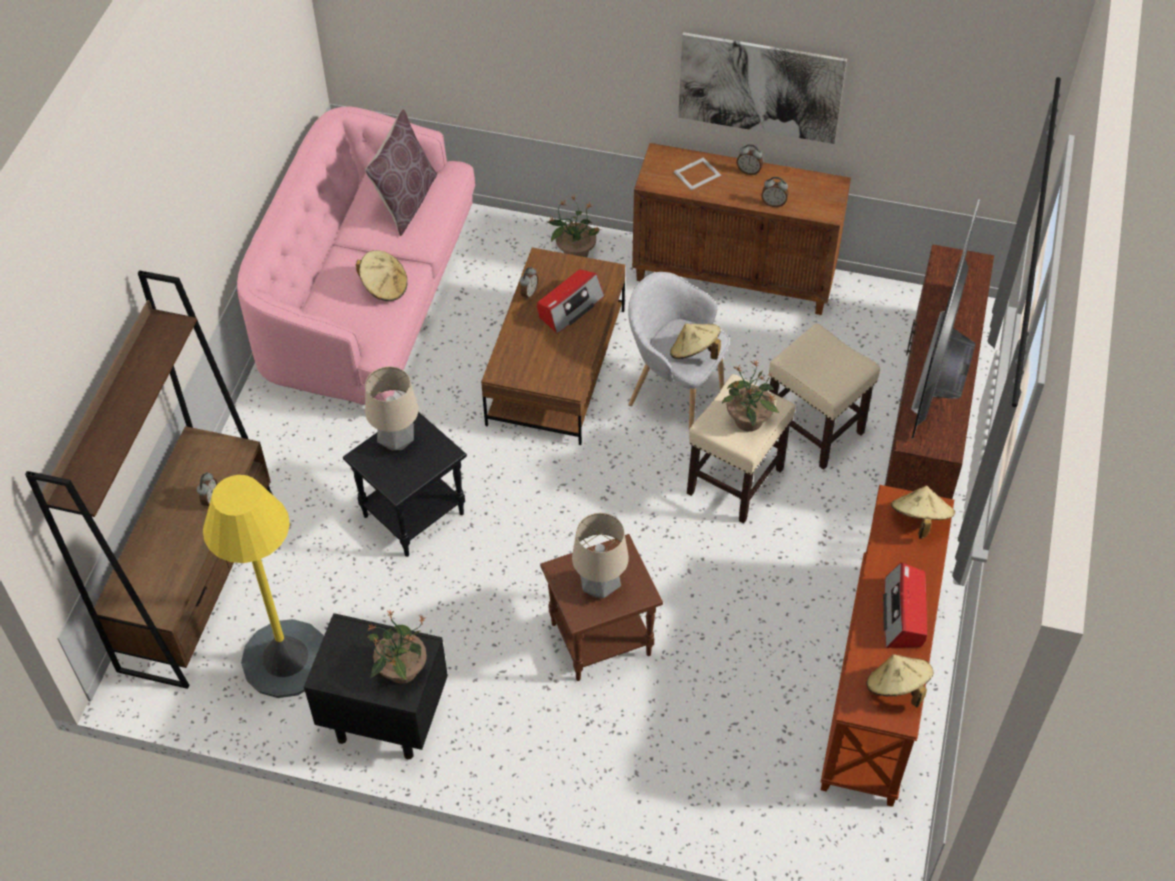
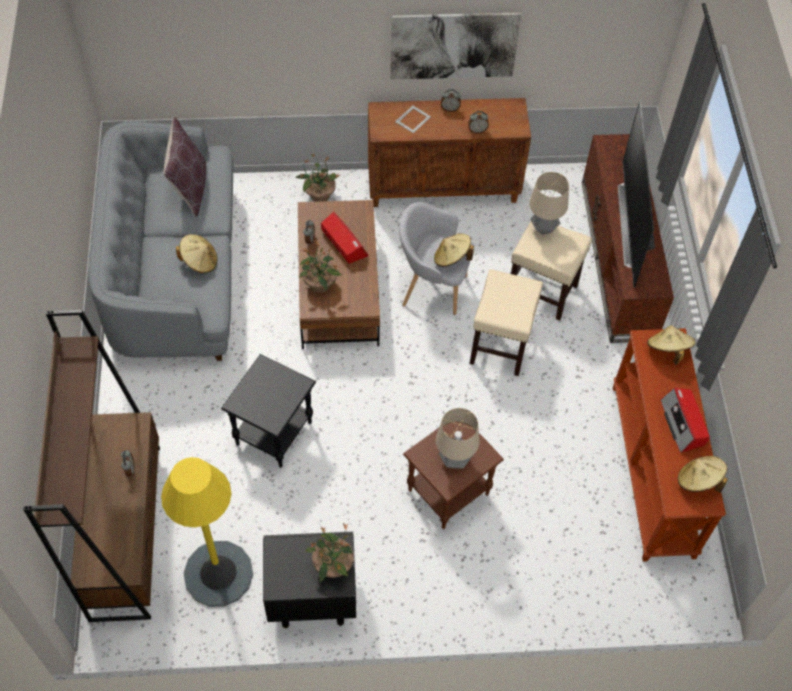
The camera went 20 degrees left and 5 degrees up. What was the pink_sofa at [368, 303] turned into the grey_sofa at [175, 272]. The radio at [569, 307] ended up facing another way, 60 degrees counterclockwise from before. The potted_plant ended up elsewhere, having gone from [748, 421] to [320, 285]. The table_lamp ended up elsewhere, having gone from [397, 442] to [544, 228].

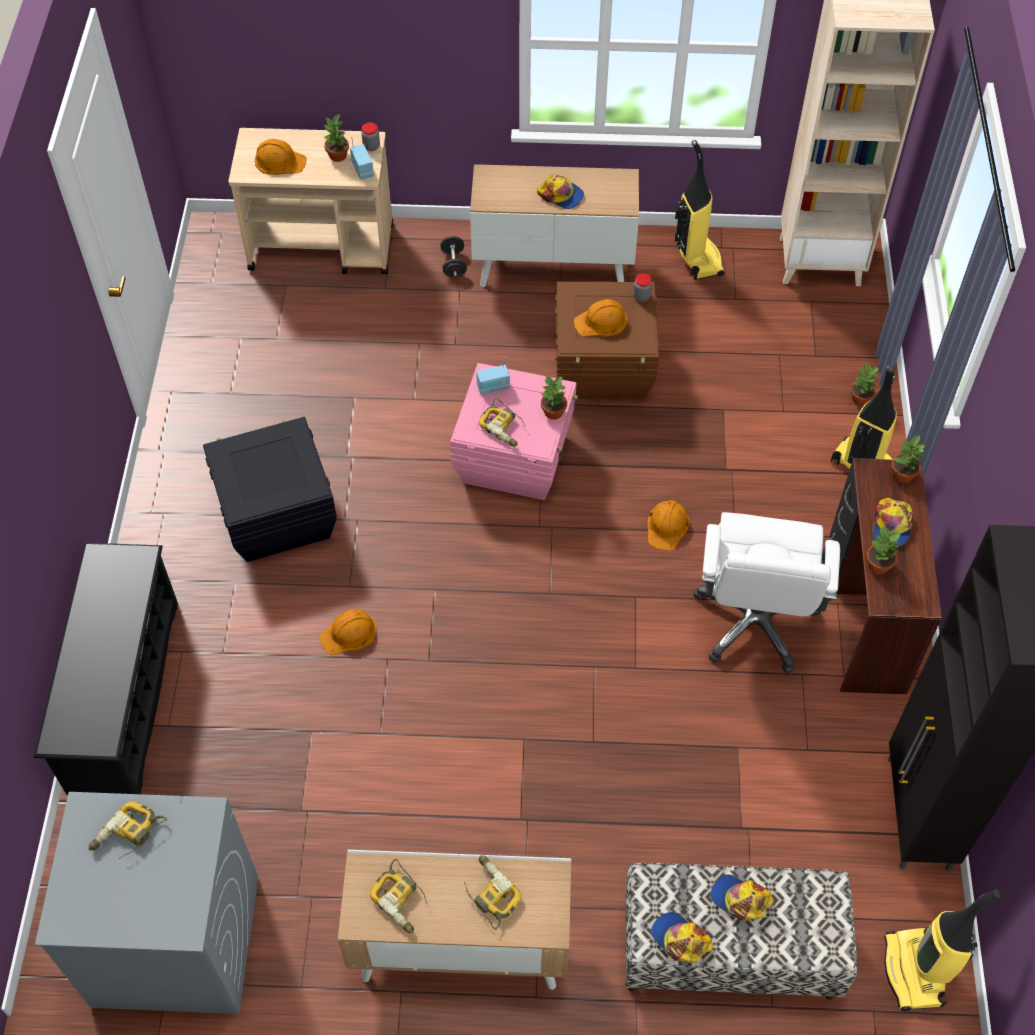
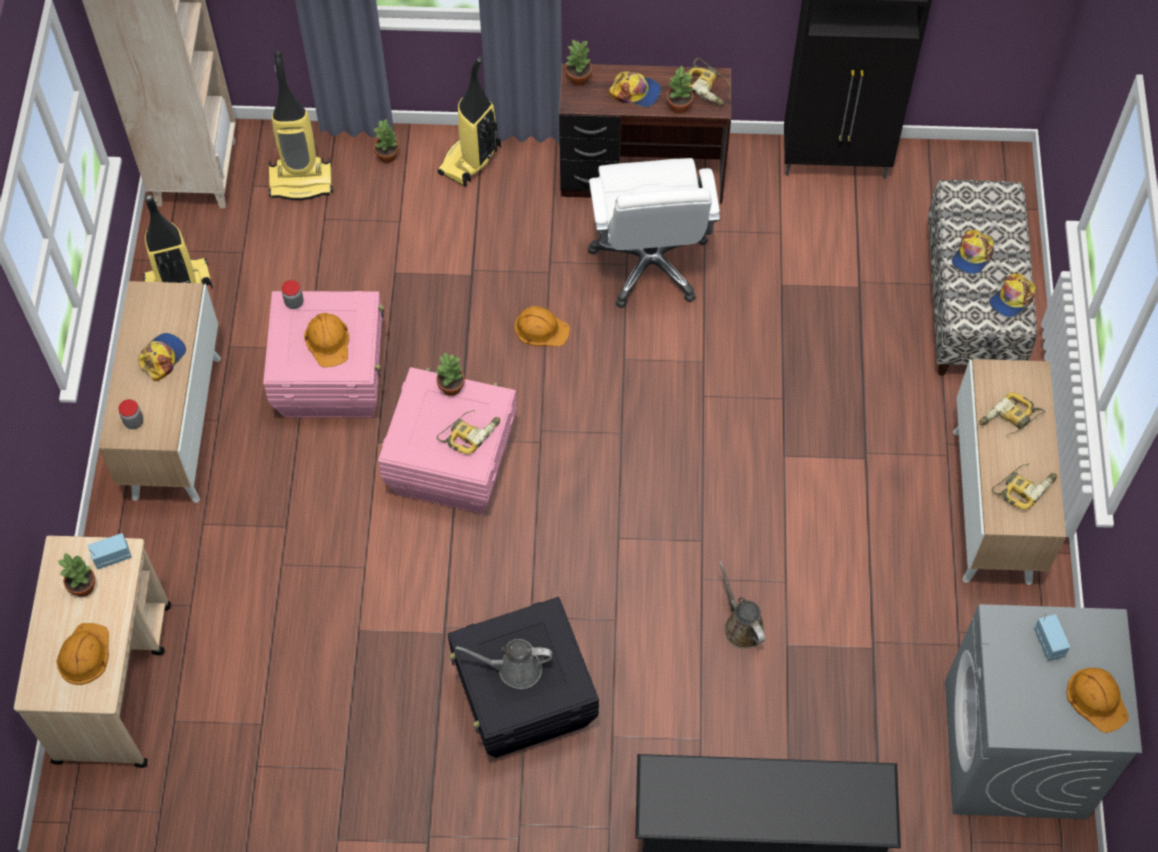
The camera went 90 degrees left and 5 degrees up. The jar ended up elsewhere, having gone from [371, 146] to [134, 422]. The second view lost the black_dumbbell at [453, 265]. What was the brown_storage_box at [604, 368] turned into the pink_storage_box at [332, 378]. The radio ended up elsewhere, having gone from [493, 387] to [1049, 643]. The white_office_chair at [755, 622] ended up facing another way, 75 degrees clockwise from before. The orange_hard_hat ended up elsewhere, having gone from [349, 633] to [1097, 699]. The power_drill ended up elsewhere, having gone from [128, 836] to [708, 86]. The vacuum_cleaner ended up elsewhere, having gone from [915, 971] to [302, 181]. The second view gained the brown_watering_can at [741, 625]. The second view gained the grey_watering_can at [515, 669].

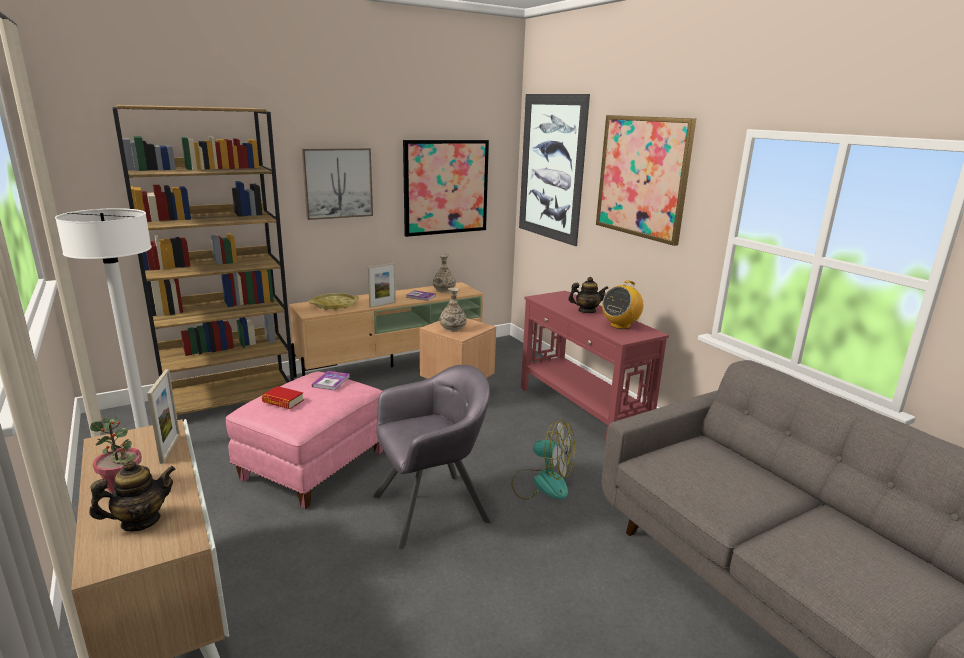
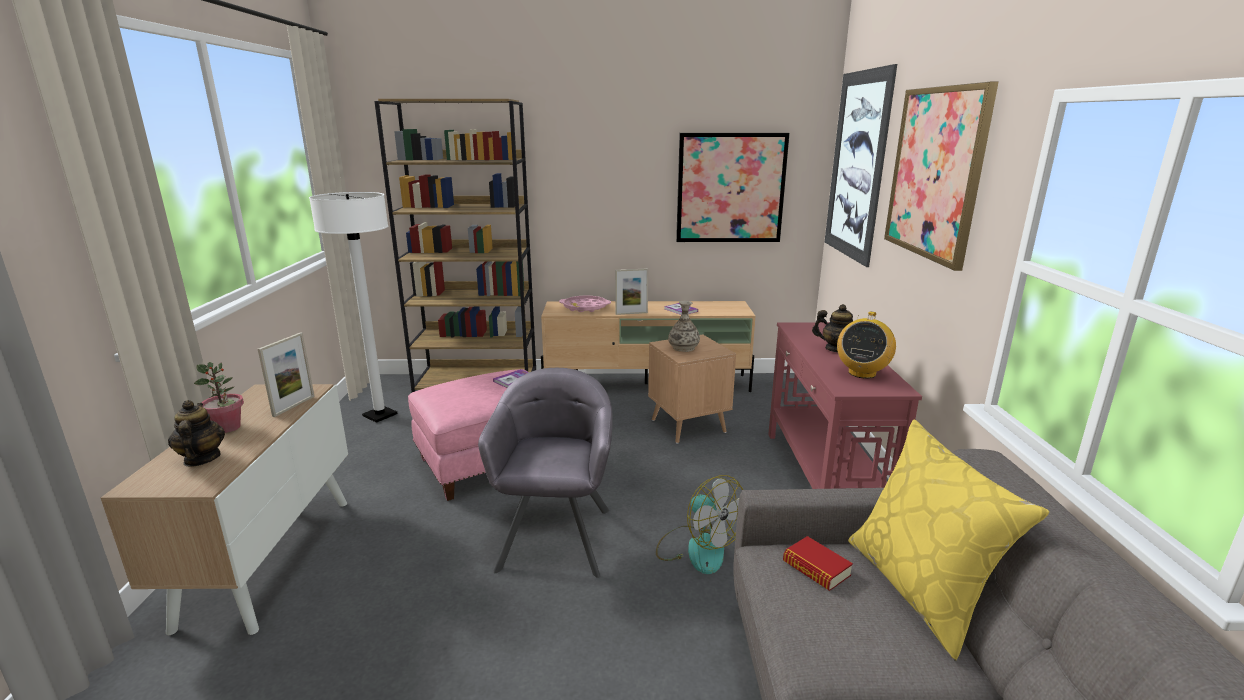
The camera went 30 degrees right and 0 degrees up. The second view lost the picture at [338, 183]. The second view lost the vase at [443, 290]. The radio at [620, 325] ended up facing another way, 45 degrees counterclockwise from before. What was the yellow_tray at [334, 305] turned into the pink_tray at [585, 307]. The grey_armchair at [432, 508] ended up facing another way, 90 degrees counterclockwise from before. The book ended up elsewhere, having gone from [283, 401] to [816, 568]. The teapot at [140, 521] ended up facing another way, 105 degrees counterclockwise from before. The second view gained the yellow_pillow at [919, 589].

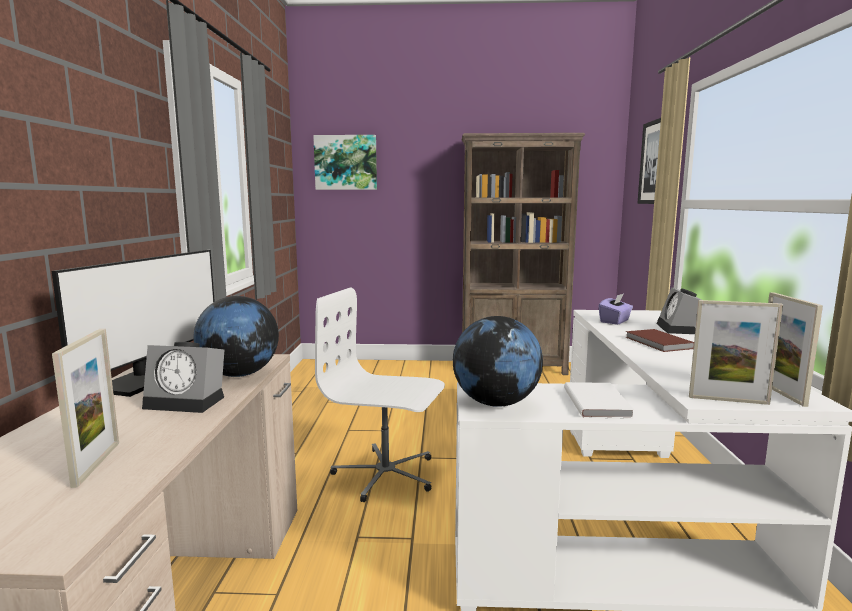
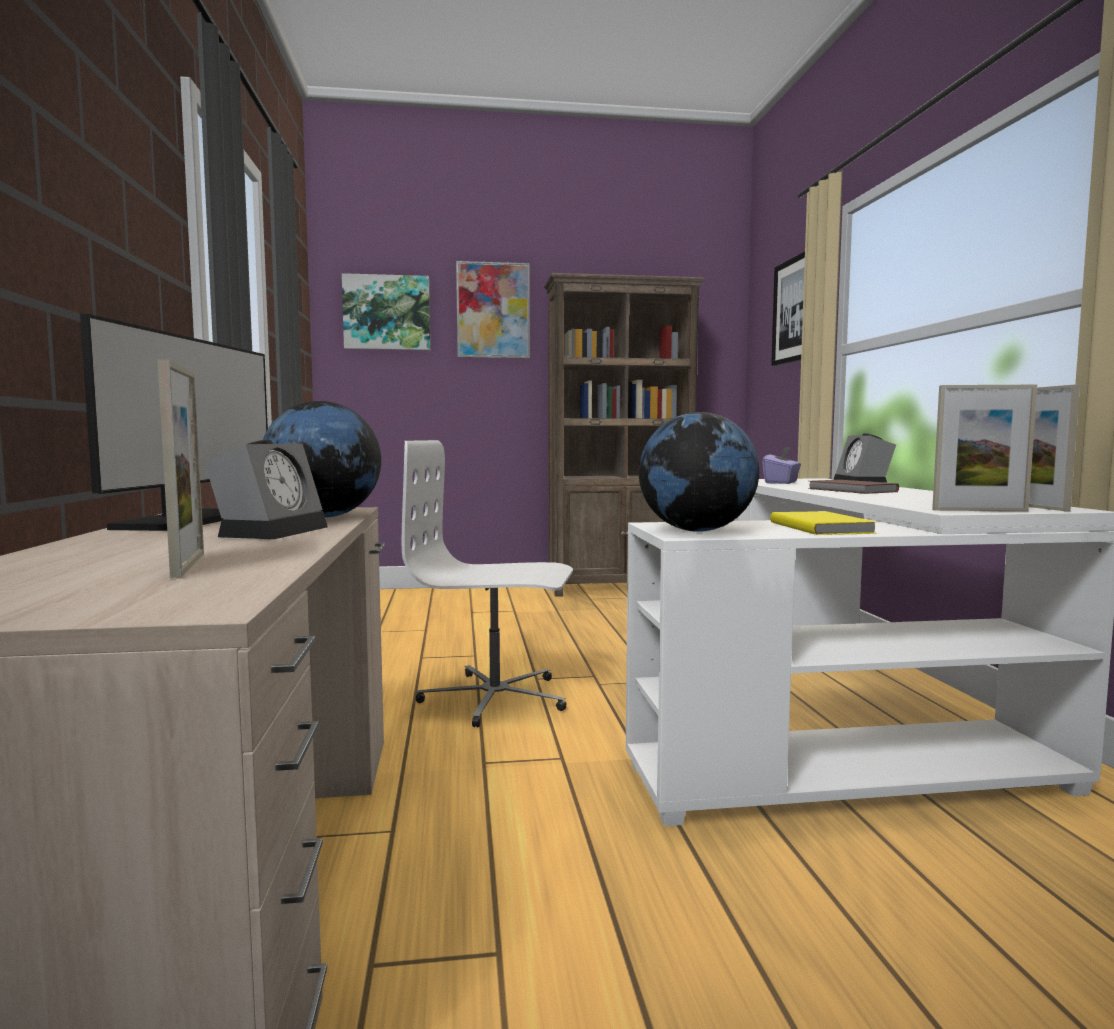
The camera went 10 degrees left and 5 degrees down. The alarm_clock at [188, 401] ended up facing another way, 75 degrees counterclockwise from before. What was the white_book at [598, 402] turned into the yellow_book at [822, 527]. The second view gained the picture at [493, 310].

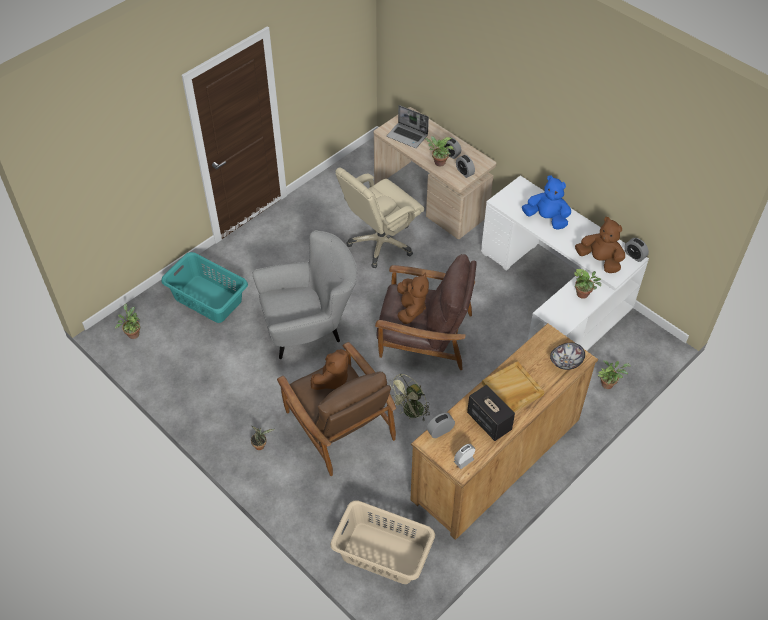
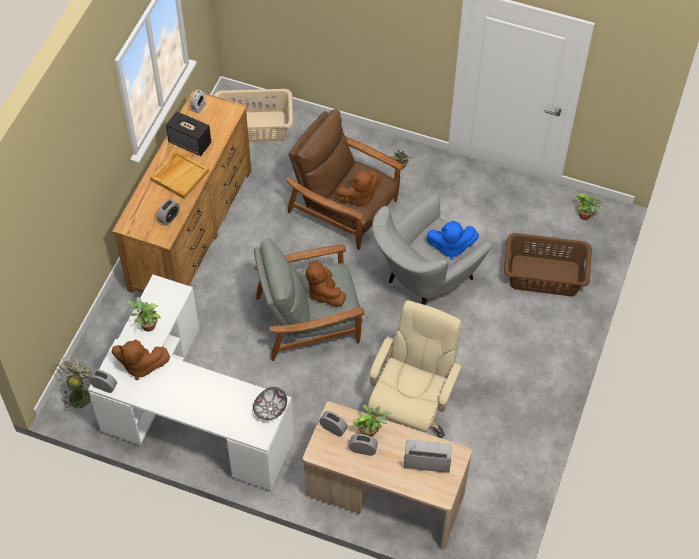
The camera went 155 degrees right and 5 degrees up. The blue_plush_toy ended up elsewhere, having gone from [546, 218] to [450, 247]. What was the turquoise_laundry_basket at [208, 298] turned into the brown_laundry_basket at [544, 276]. What was the brown_armchair at [424, 335] turned into the grey_armchair at [309, 319]. The bowl ended up elsewhere, having gone from [565, 361] to [270, 409]. The brown_plush_toy at [332, 379] ended up facing another way, 135 degrees counterclockwise from before. The second view lost the potted_plant at [608, 383]. The green_fan ended up elsewhere, having gone from [410, 413] to [81, 394]. The alarm_clock ended up elsewhere, having gone from [440, 431] to [169, 218].

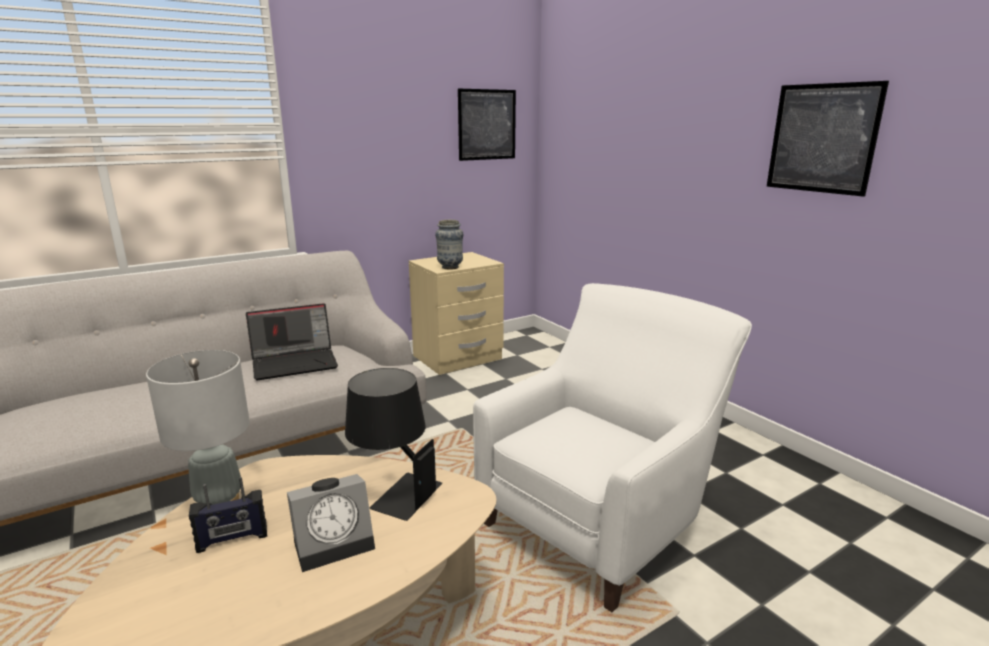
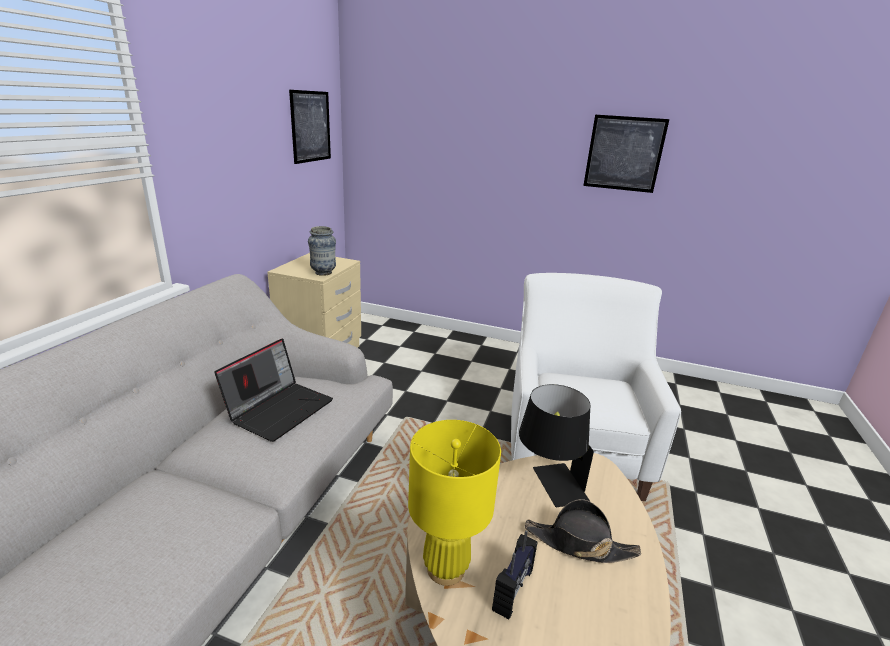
The camera went 40 degrees left and 5 degrees up. What was the grey_table_lamp at [219, 501] turned into the yellow_table_lamp at [445, 568]. Where the alarm_clock stood at [336, 542], the black_hat came to stand at [579, 544].

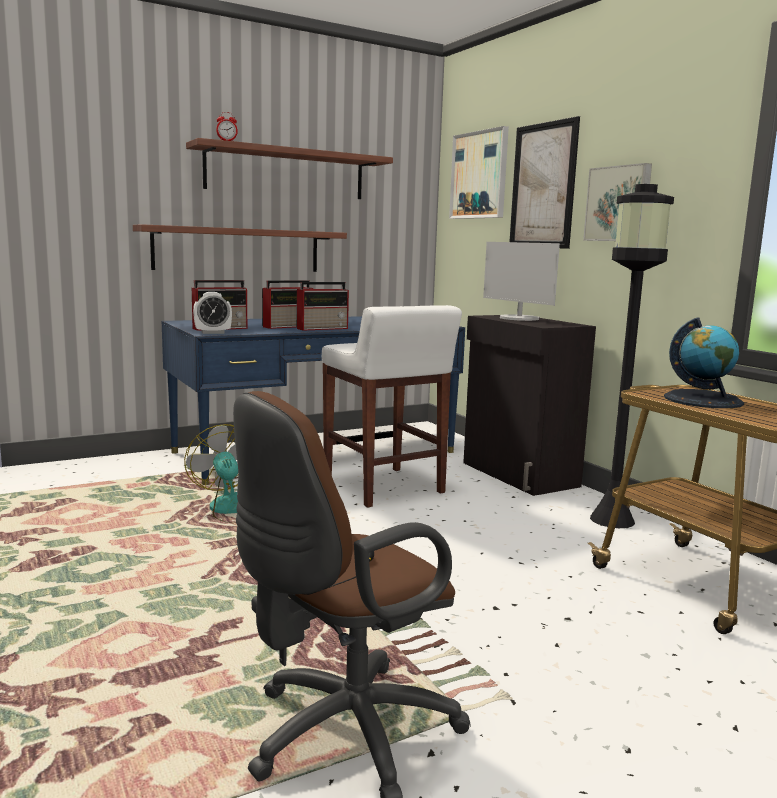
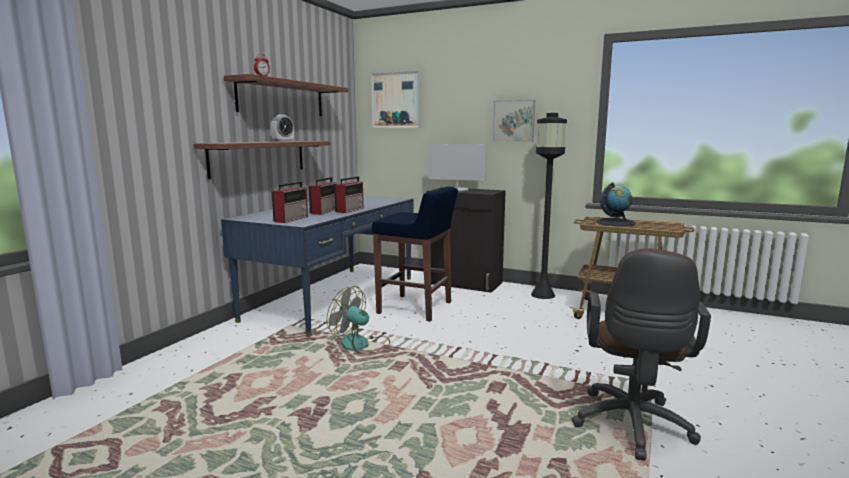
The camera went 35 degrees left and 0 degrees up. The second view lost the picture at [543, 186]. The alarm_clock ended up elsewhere, having gone from [213, 333] to [283, 141]. What was the white_stool at [384, 488] turned into the blue_stool at [416, 308].

